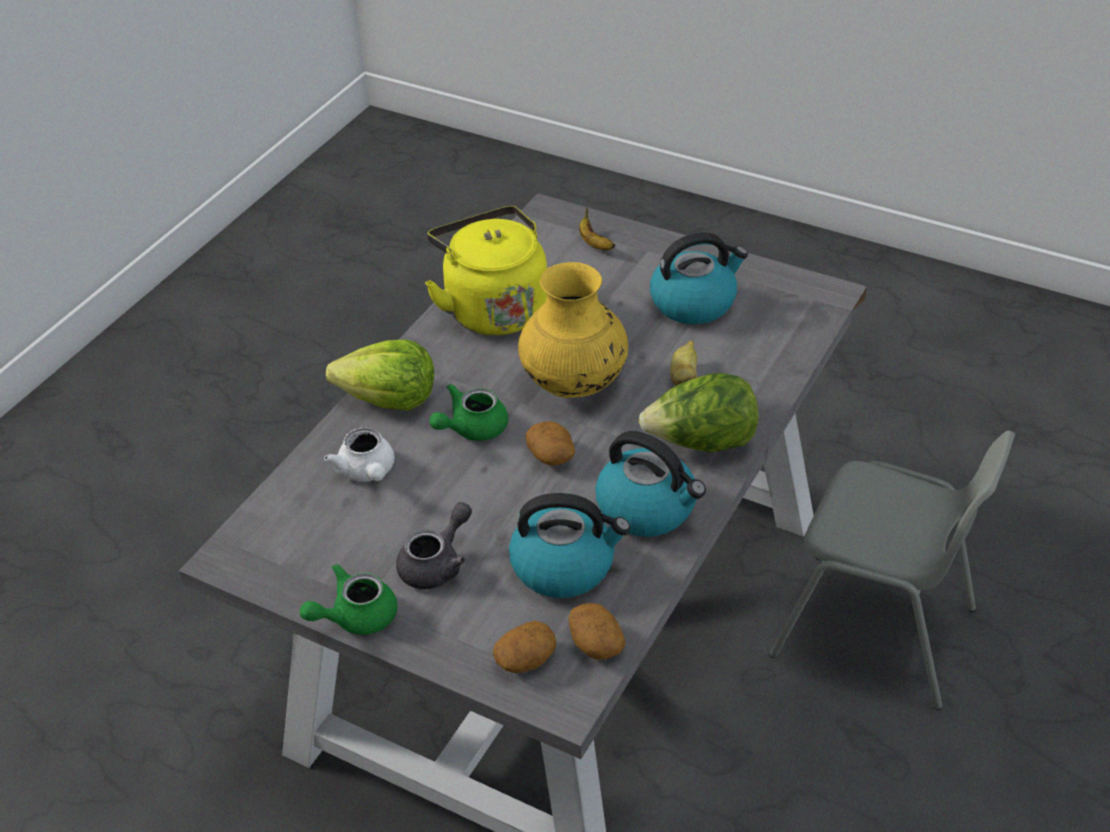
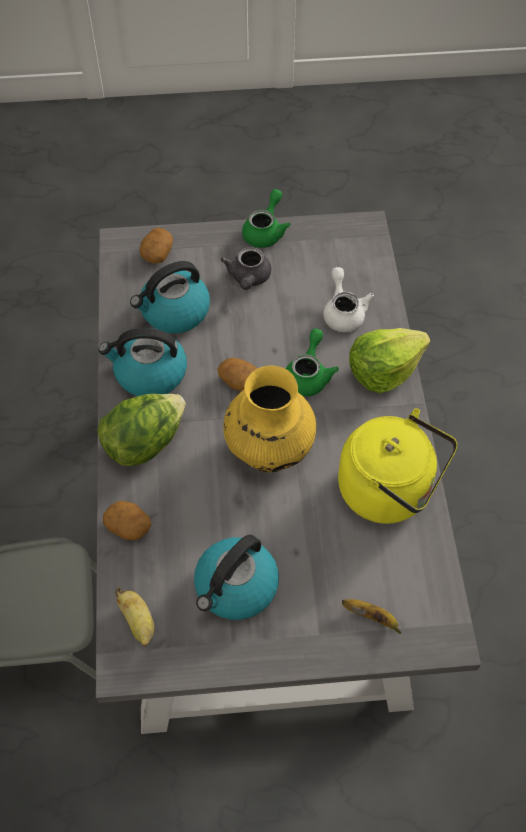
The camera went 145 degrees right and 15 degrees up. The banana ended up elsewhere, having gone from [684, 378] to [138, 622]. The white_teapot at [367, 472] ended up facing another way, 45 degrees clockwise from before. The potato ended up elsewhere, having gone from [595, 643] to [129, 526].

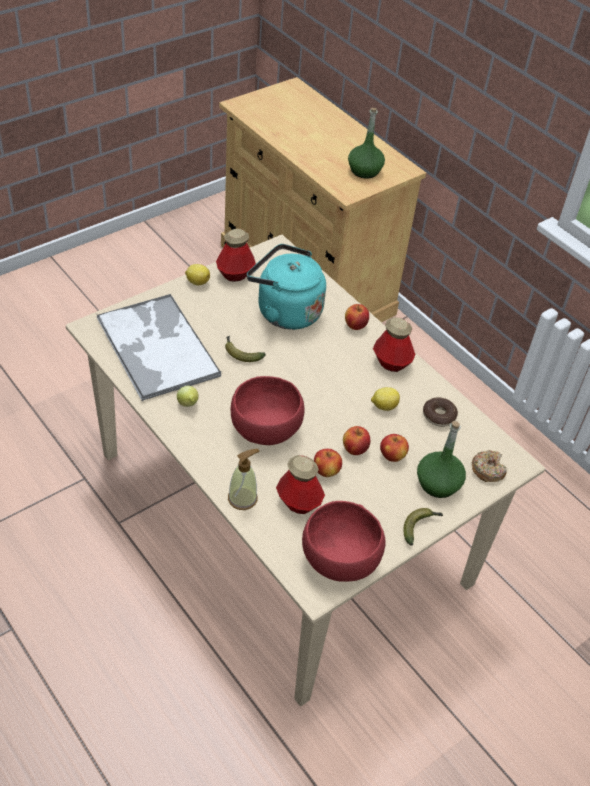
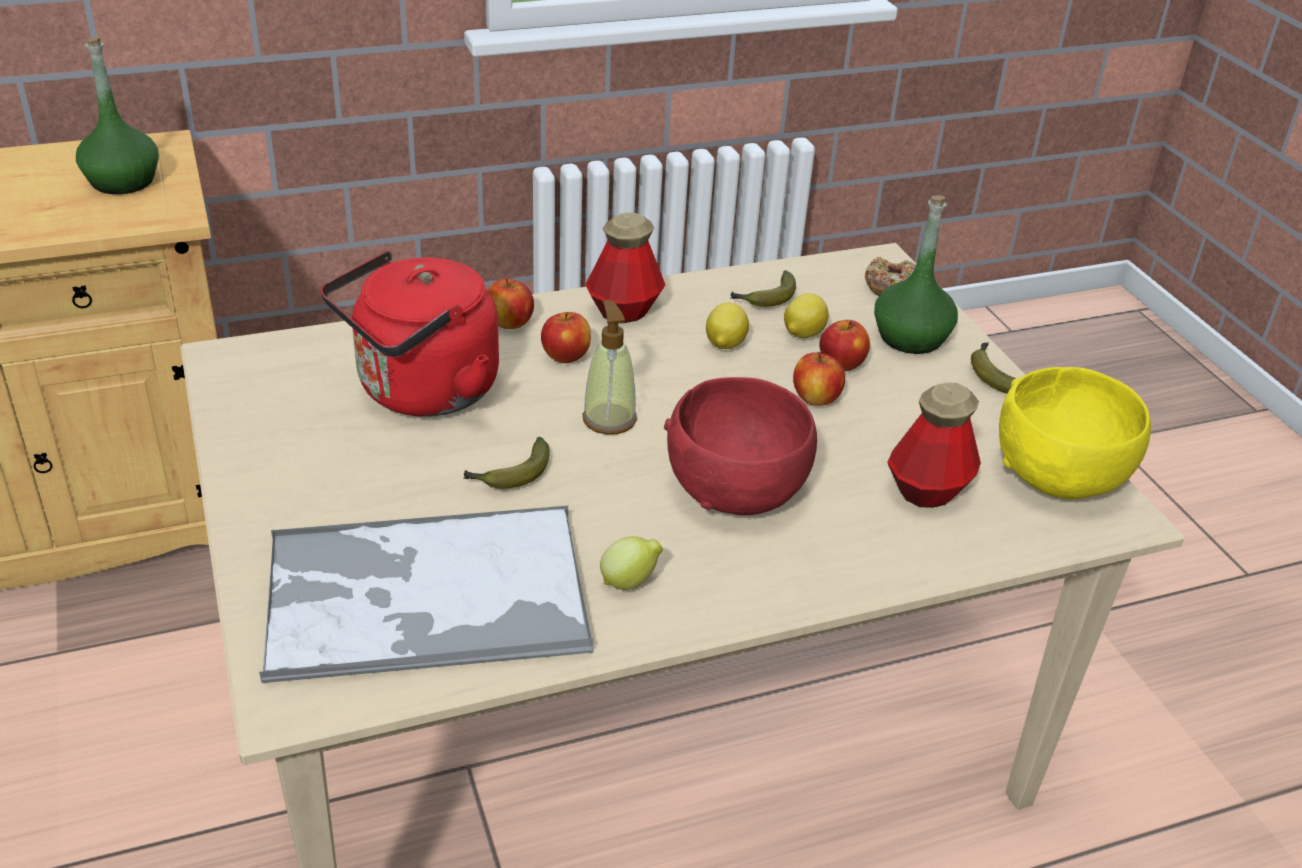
The camera went 70 degrees left and 10 degrees down. The second view lost the bottle at [235, 274]. What was the turquoise_kettle at [285, 311] turned into the red_kettle at [421, 392]. The lemon ended up elsewhere, having gone from [197, 282] to [802, 334]. Where the donut stood at [439, 416], the banana came to stand at [765, 299]. The soap_dispenser ended up elsewhere, having gone from [242, 498] to [609, 419]. The apple ended up elsewhere, having gone from [326, 471] to [565, 357]. What was the red_bowl at [340, 559] turned into the yellow_bowl at [1060, 474].

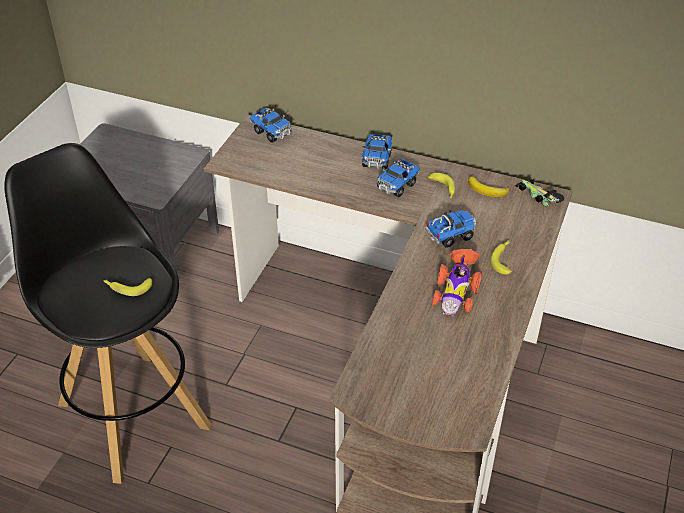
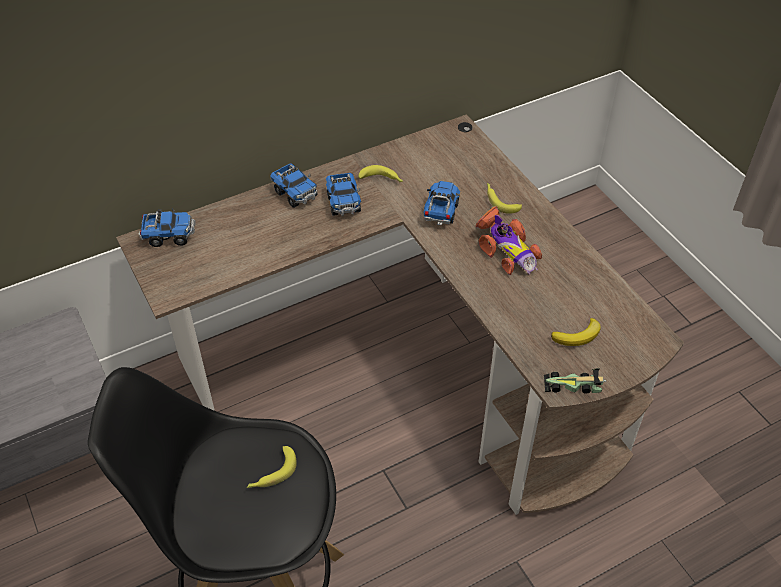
The camera went 50 degrees left and 5 degrees up. The banana ended up elsewhere, having gone from [487, 190] to [578, 336]. The toy_car ended up elsewhere, having gone from [536, 194] to [574, 385].

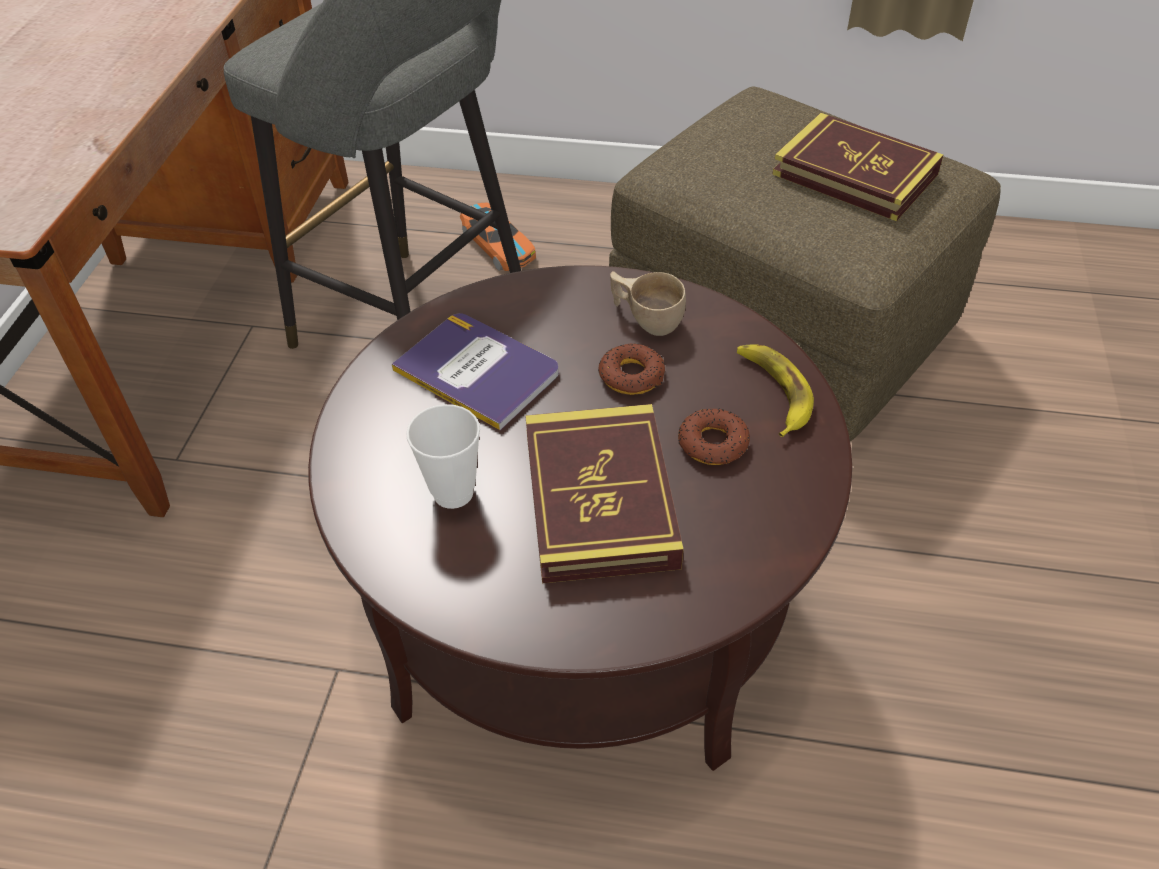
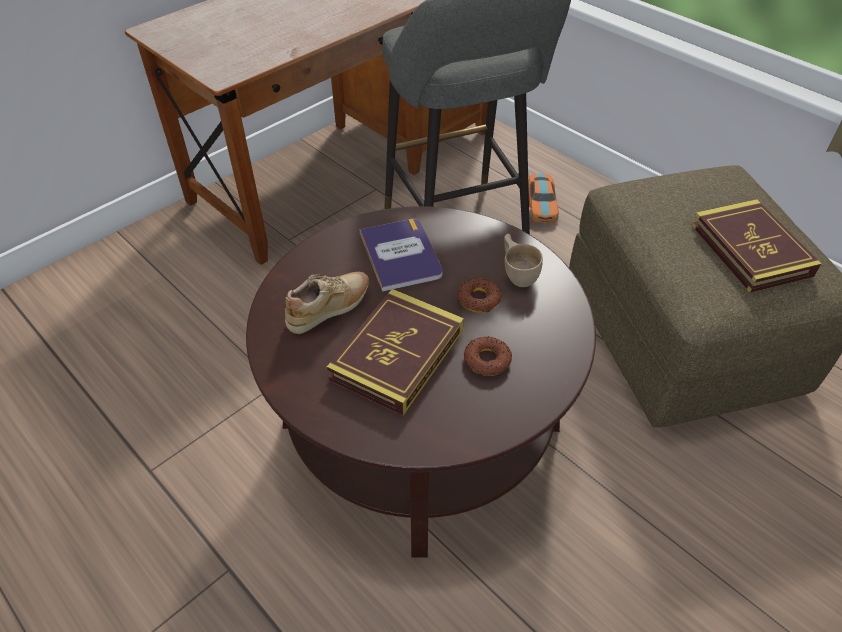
The camera went 35 degrees right and 0 degrees up. The second view lost the banana at [773, 392]. Where the cup stood at [453, 493], the beige_shoe came to stand at [330, 310].

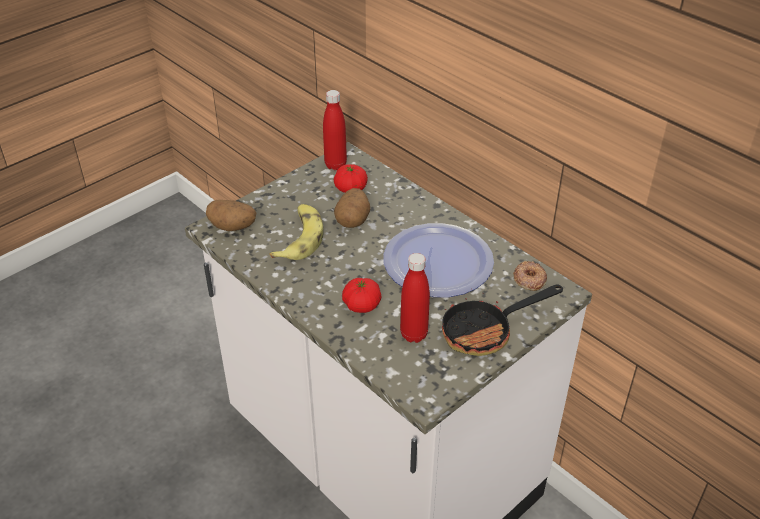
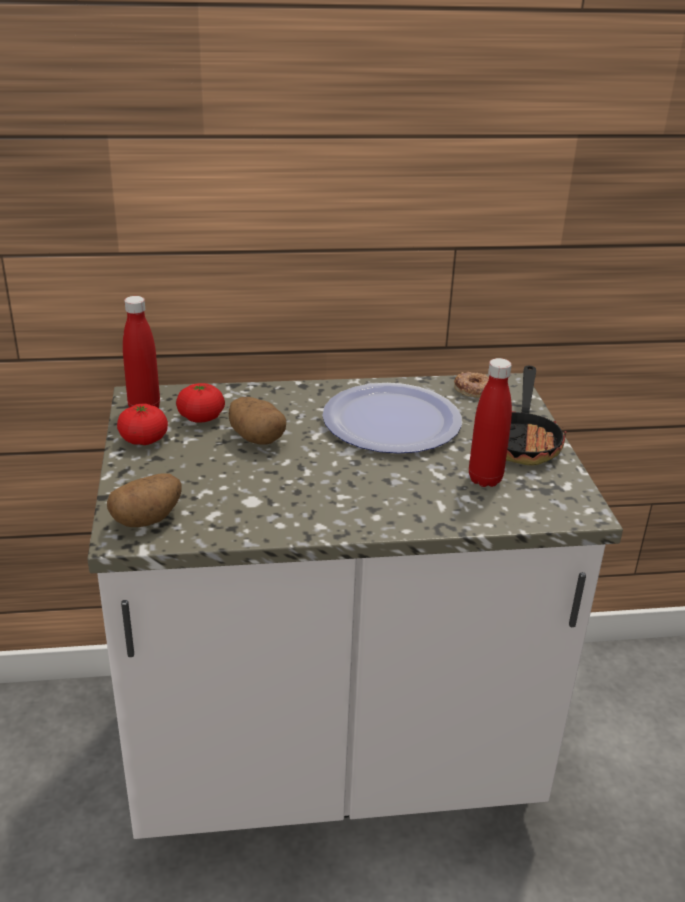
The camera went 55 degrees left and 10 degrees down. The second view lost the banana at [299, 238]. The tomato ended up elsewhere, having gone from [362, 305] to [144, 440].

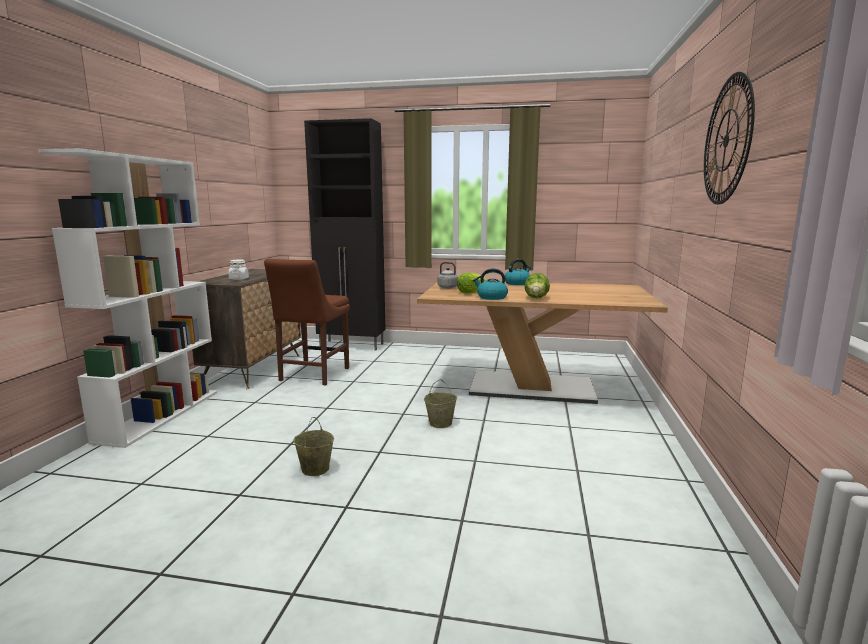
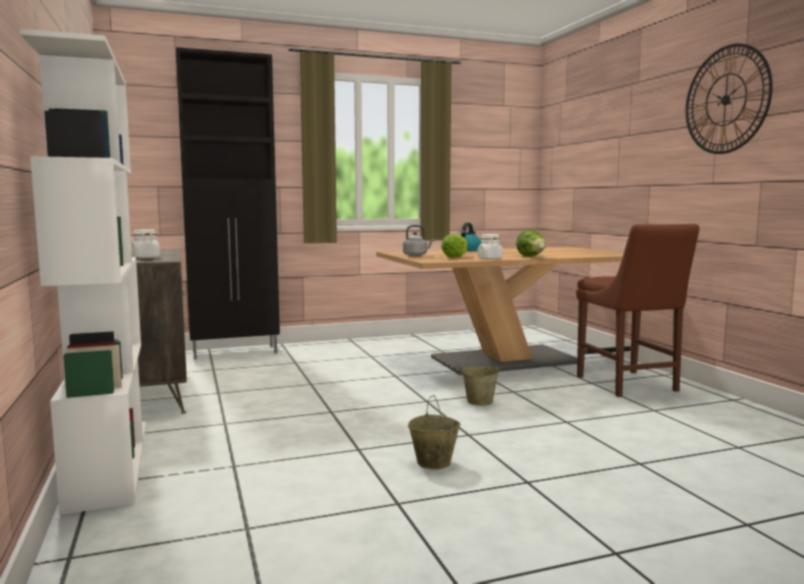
The camera went 30 degrees left and 5 degrees down. The brown_chair ended up elsewhere, having gone from [312, 375] to [628, 385]. Where the kettle stood at [491, 297], the white_jar came to stand at [489, 258].

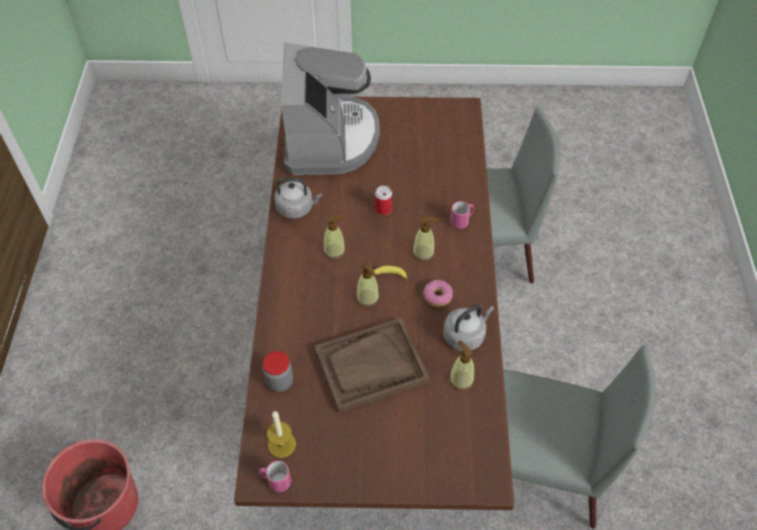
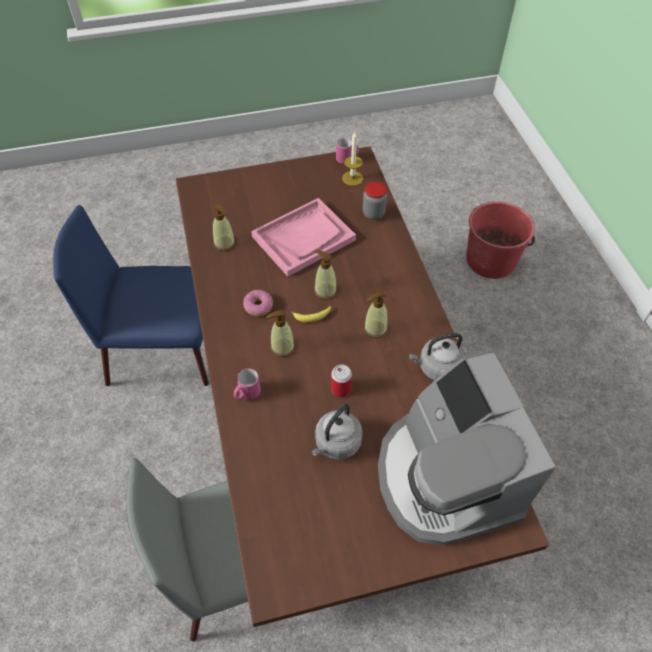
The camera went 165 degrees right and 0 degrees up. The grey_kettle ended up elsewhere, having gone from [465, 335] to [336, 444]. What was the brown_tray at [370, 366] turned into the pink_tray at [303, 238]. What was the grey_chair at [538, 470] turned into the blue_chair at [165, 353].

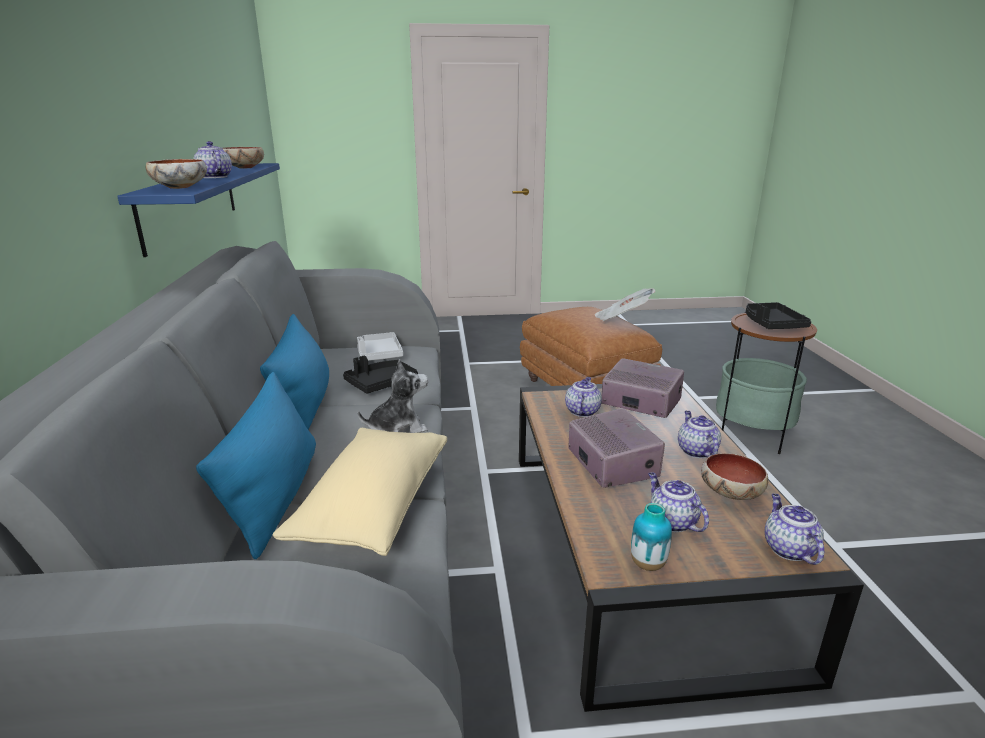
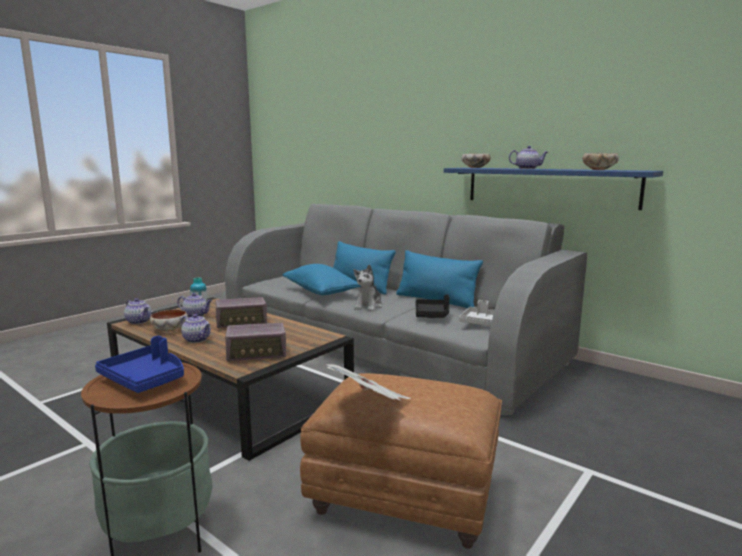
The camera went 135 degrees right and 10 degrees down. What was the black_tray at [771, 324] turned into the blue_tray at [145, 379]. The second view lost the teapot at [582, 411]. The radio at [612, 463] ended up facing another way, 45 degrees counterclockwise from before. What was the beige_pillow at [373, 506] turned into the blue_pillow at [320, 292].

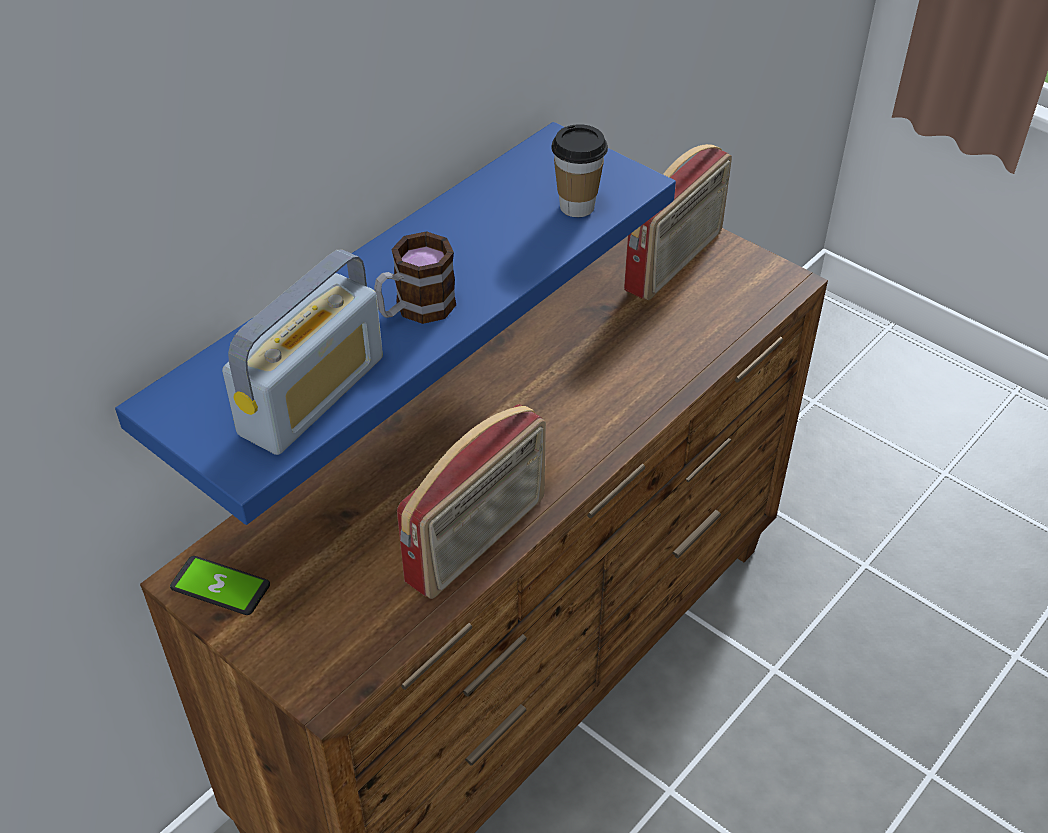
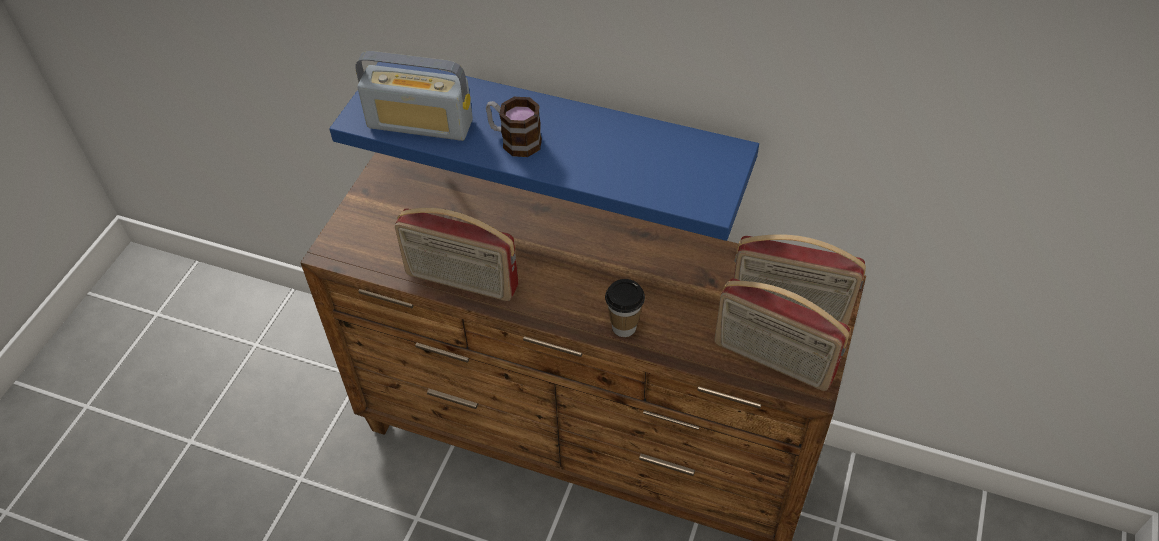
The camera went 70 degrees right and 5 degrees up. The cup ended up elsewhere, having gone from [577, 207] to [624, 327]. The second view lost the phone at [220, 586]. The second view gained the radio at [772, 361].

